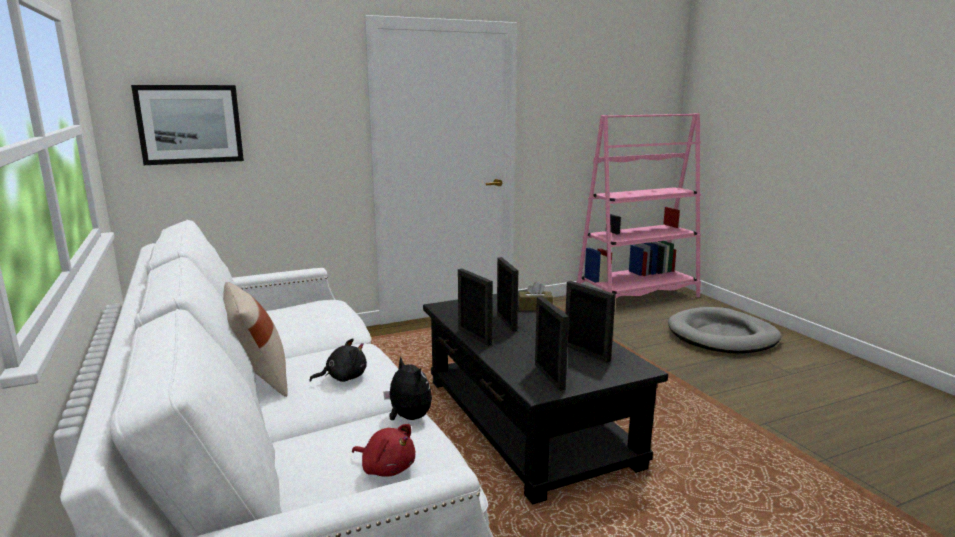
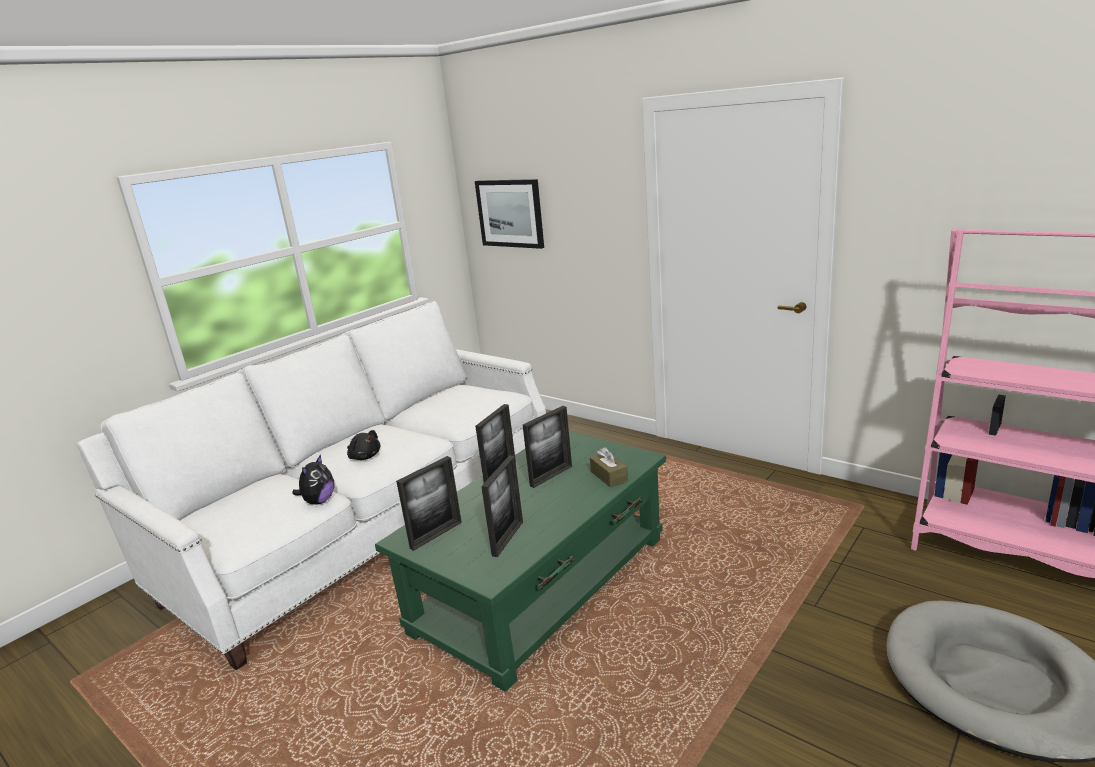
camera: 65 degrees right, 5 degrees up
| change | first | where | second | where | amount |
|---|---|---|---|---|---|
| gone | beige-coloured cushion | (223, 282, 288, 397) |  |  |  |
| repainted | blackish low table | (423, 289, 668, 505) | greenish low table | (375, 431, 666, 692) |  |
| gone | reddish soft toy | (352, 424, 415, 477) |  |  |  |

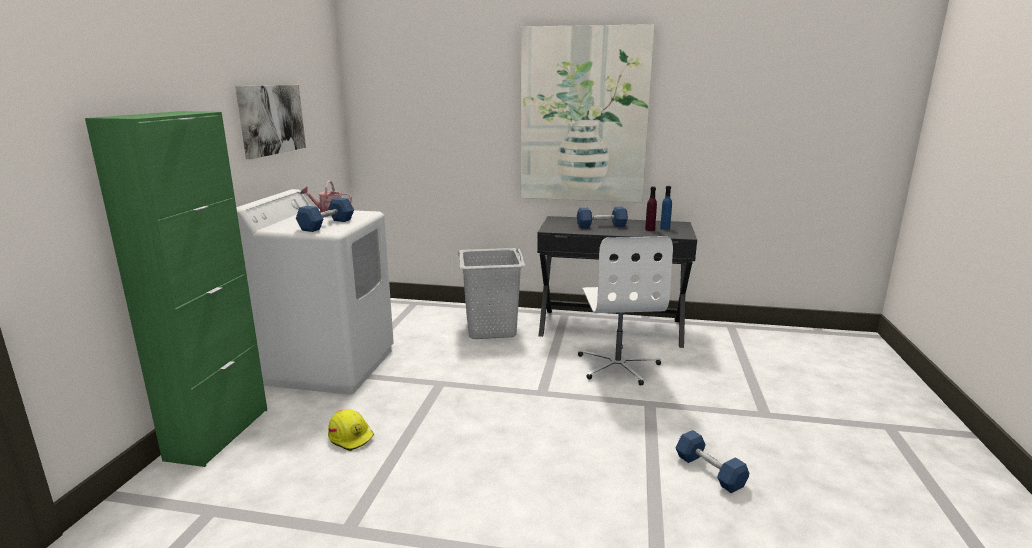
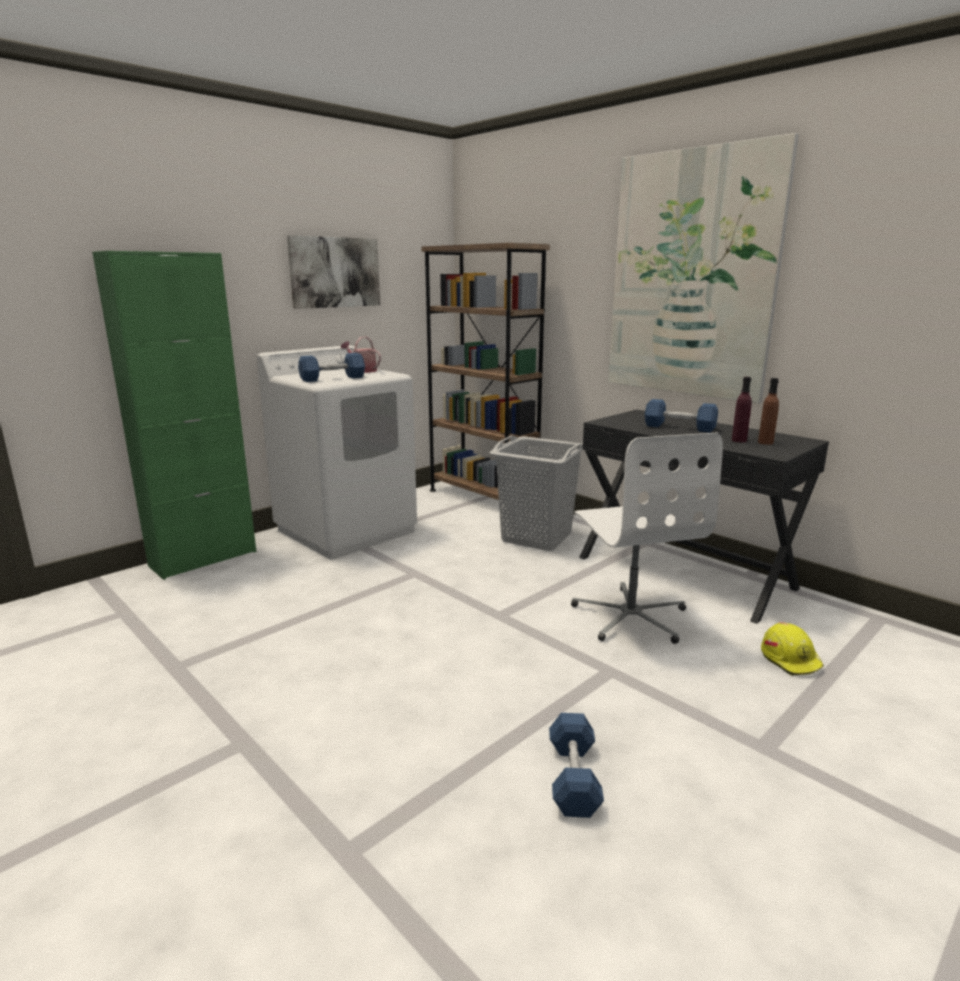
camera: 35 degrees right, 0 degrees up
| change | first | where | second | where | amount |
|---|---|---|---|---|---|
| repainted | blue drink bottle | (660, 186, 672, 230) | brown drink bottle | (758, 378, 779, 445) |  |
| rotated | whitish office chair | (578, 236, 673, 386) |  | (571, 433, 723, 644) | 45 degrees counterclockwise |
| shifted | yellow hard hat | (328, 409, 374, 451) |  | (761, 622, 824, 676) |  |
| new |  |  | brown bookshelf | (422, 243, 550, 500) |  |

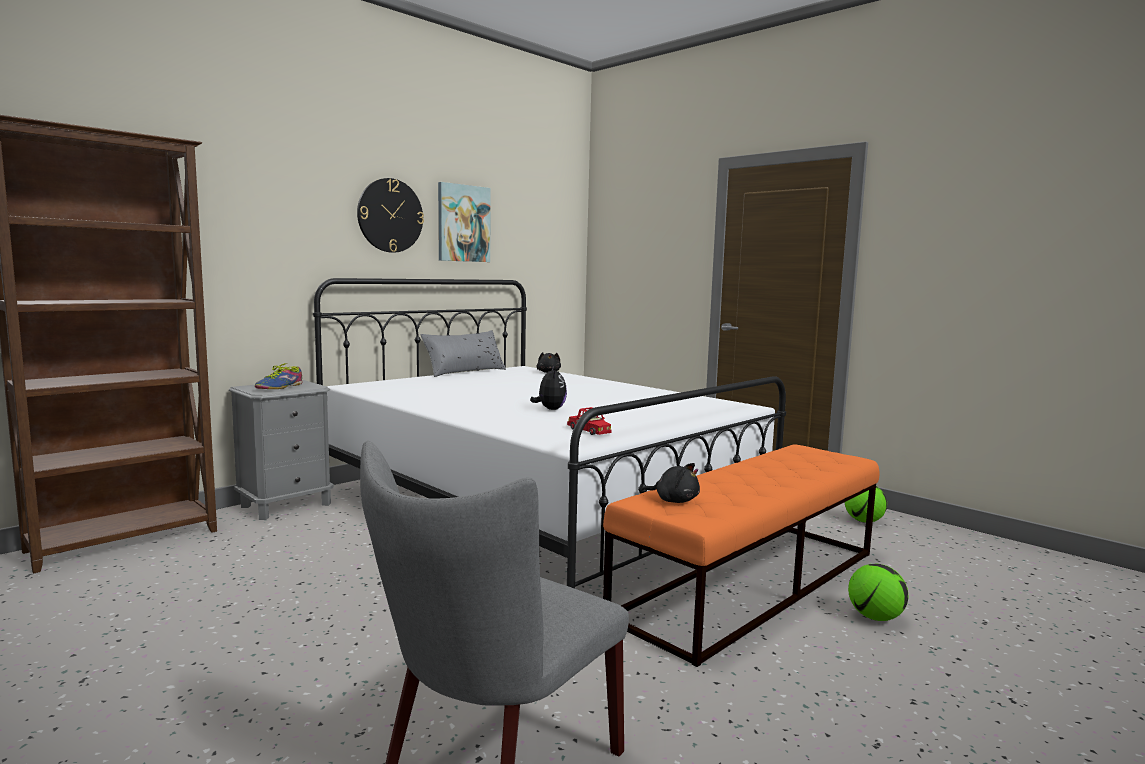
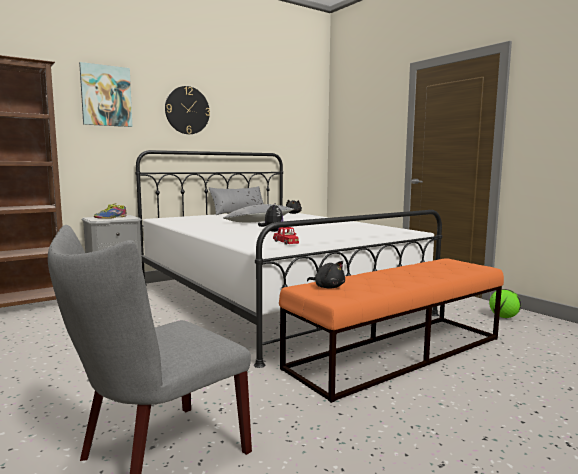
camera: 10 degrees right, 0 degrees up
| change | first | where | second | where | amount |
|---|---|---|---|---|---|
| shifted | wall picture | (438, 182, 491, 262) |  | (79, 62, 133, 127) |  |
| gone | ball for football | (848, 564, 909, 621) |  |  |  |
| new |  |  | gray cushion | (223, 204, 294, 223) |  |

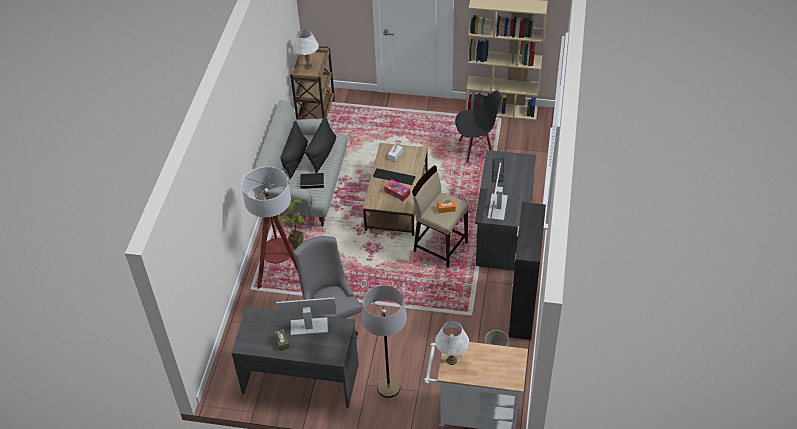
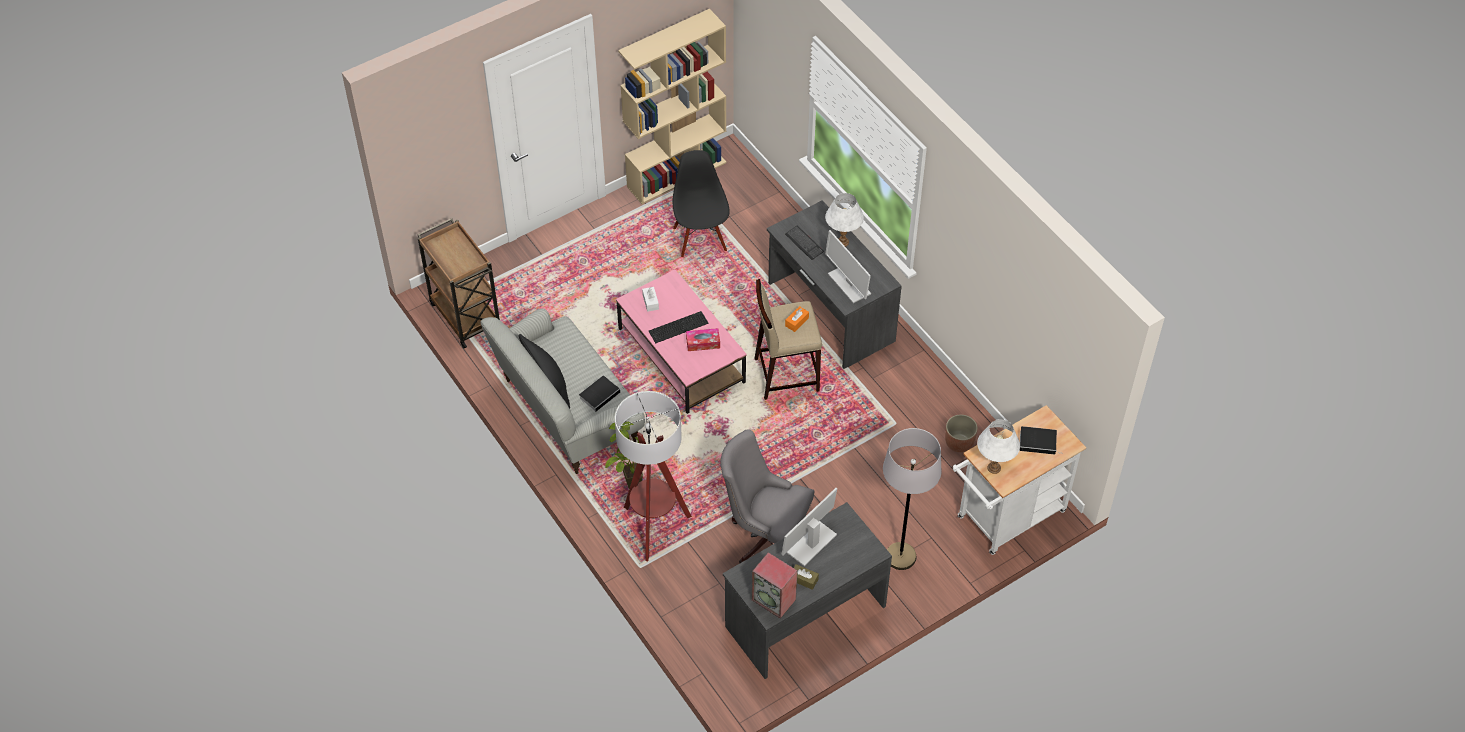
camera: 45 degrees left, 5 degrees up
| change | first | where | second | where | amount |
|---|---|---|---|---|---|
| shifted | whitish tabletop lamp | (293, 29, 319, 69) |  | (825, 193, 864, 247) |  |
| rotated | blackish chair | (455, 91, 502, 163) |  | (673, 150, 730, 257) | 45 degrees counterclockwise |
| gone | blackish cushion | (305, 116, 336, 173) |  |  |  |
| repainted | brown low table | (363, 143, 428, 236) | pink low table | (616, 270, 747, 414) |  |
| gone | blackish cabinet | (509, 202, 546, 340) |  |  |  |
| new |  |  | volume | (1019, 426, 1062, 455) |  |
| new |  |  | loudspeaker | (752, 552, 798, 619) |  |

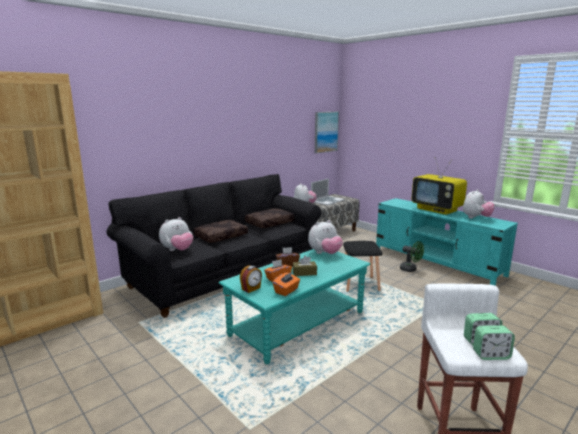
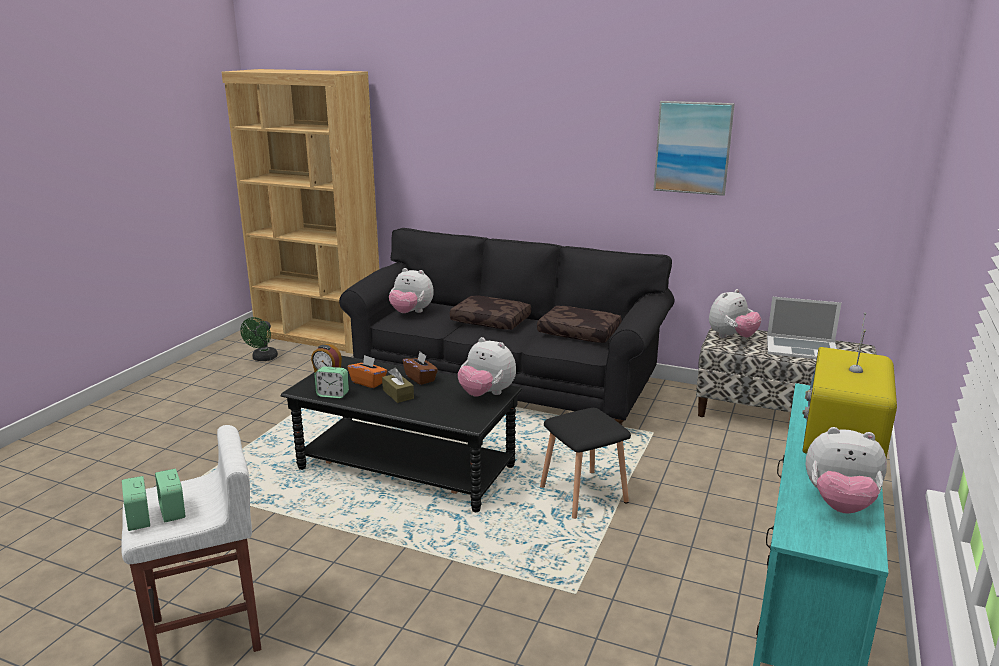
camera: 65 degrees right, 5 degrees up
| change | first | where | second | where | amount |
|---|---|---|---|---|---|
| shifted | wall picture | (315, 112, 339, 153) |  | (654, 101, 735, 196) |  |
| shifted | greenish fan | (400, 241, 424, 272) |  | (241, 317, 278, 361) |  |
| repainted | turquoise-coloured low table | (219, 249, 370, 364) | blackish low table | (281, 356, 522, 512) |  |
| swapped | orange-coloured tissue box | (273, 272, 300, 296) | bedside clock | (314, 366, 349, 398) |  |

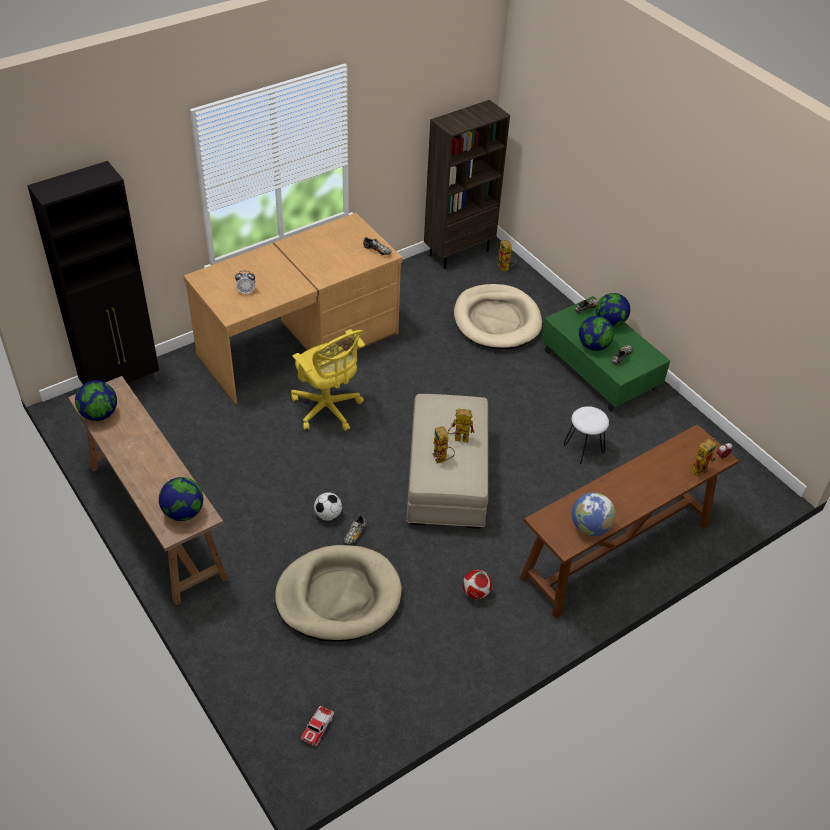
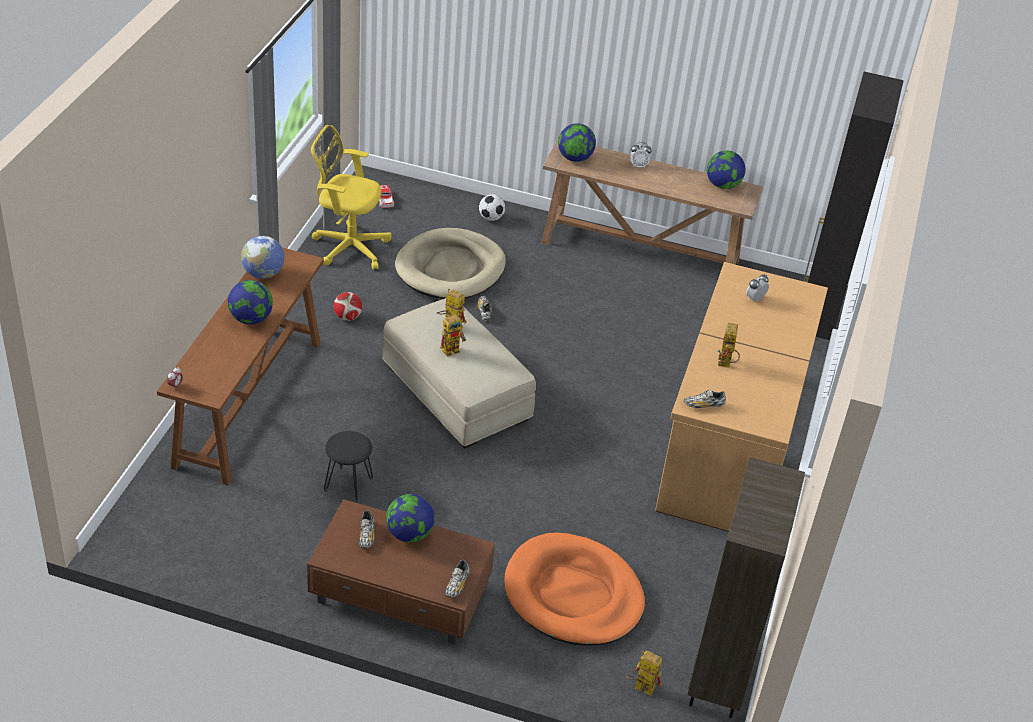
camera: 140 degrees right, 5 degrees down
| change | first | where | second | where | amount |
|---|---|---|---|---|---|
| repainted | beige-coloured dog cushion | (454, 284, 542, 349) | orange-coloured dog cushion | (505, 533, 645, 646) |  |
| shifted | desk globe | (596, 293, 630, 327) |  | (228, 280, 273, 325) |  |
| repainted | greenish low table | (541, 296, 670, 412) | brown low table | (307, 499, 495, 644) |  |
| shifted | yellow office chair | (291, 329, 365, 431) |  | (311, 125, 391, 270) |  |
| repainted | whitish stool seat | (564, 406, 609, 464) | blackish stool seat | (324, 431, 373, 503) |  |
| shifted | model robot | (691, 438, 717, 478) |  | (718, 323, 740, 368) |  |
| shifted | ball for football | (314, 492, 342, 521) |  | (479, 194, 505, 221) |  |
| new |  |  | bedside clock | (630, 142, 652, 168) |  |

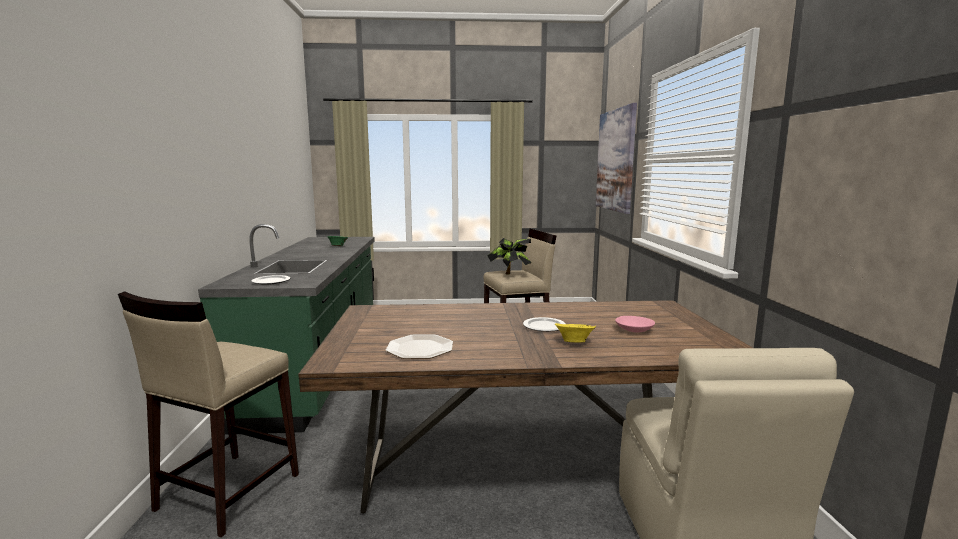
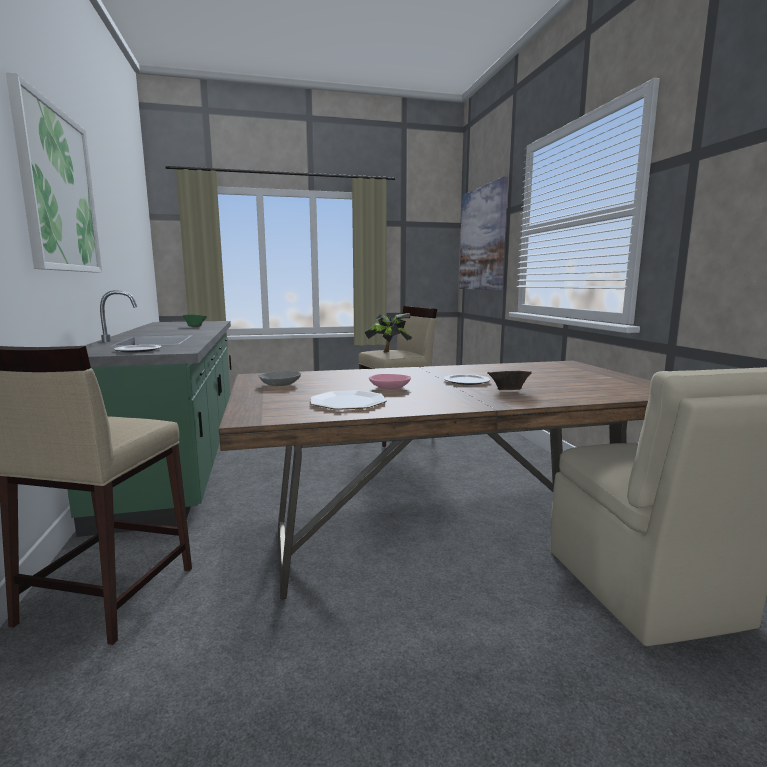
camera: 10 degrees left, 0 degrees up
| change | first | where | second | where | amount |
|---|---|---|---|---|---|
| shifted | pink serving bowl | (615, 316, 655, 332) |  | (369, 374, 411, 390) |  |
| repainted | yellow serving bowl | (555, 323, 596, 343) | brown serving bowl | (487, 371, 532, 390) |  |
| new |  |  | wall picture | (6, 72, 102, 273) |  |
| new |  |  | gray serving bowl | (259, 371, 301, 386) |  |

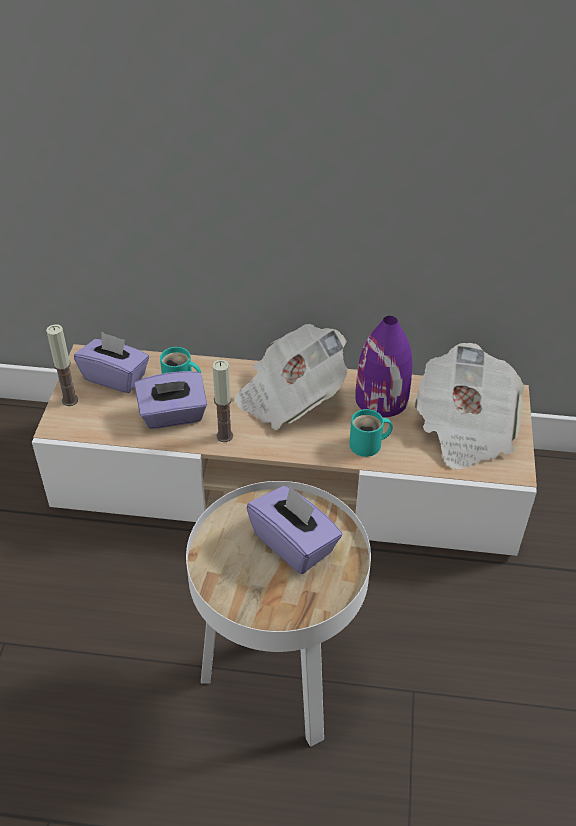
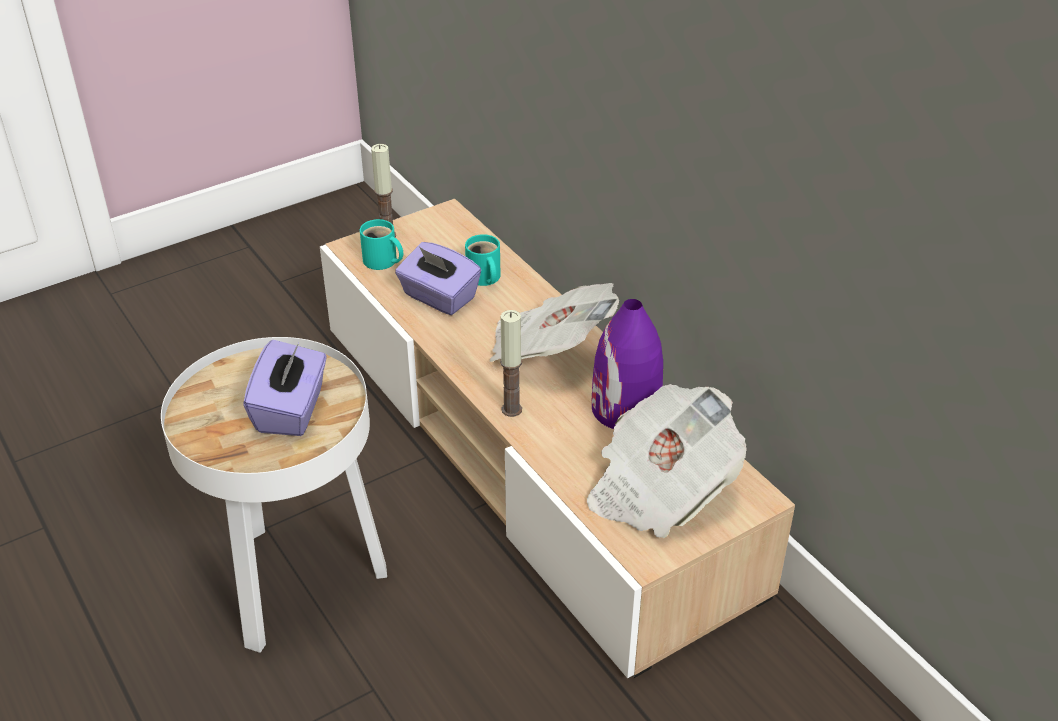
camera: 50 degrees right, 5 degrees down
| change | first | where | second | where | amount |
|---|---|---|---|---|---|
| gone | purplish tissue box | (74, 332, 149, 393) |  |  |  |
| shifted | wax candle | (212, 360, 233, 442) |  | (500, 310, 522, 417) |  |
| shifted | turquoise-coloured tea mug | (349, 409, 393, 457) |  | (360, 219, 403, 270) |  |

